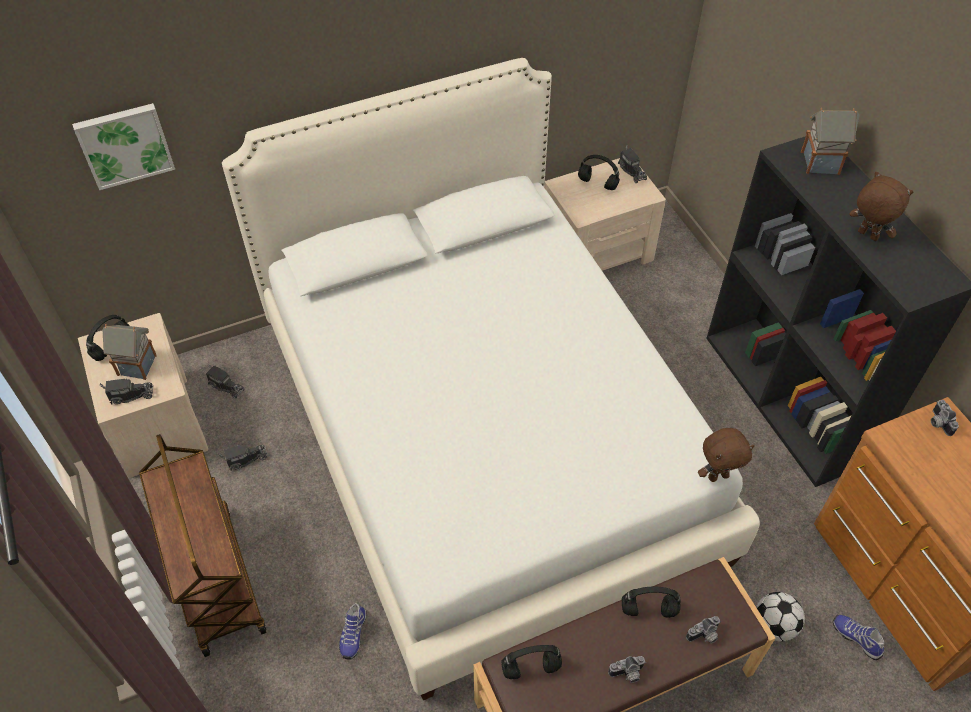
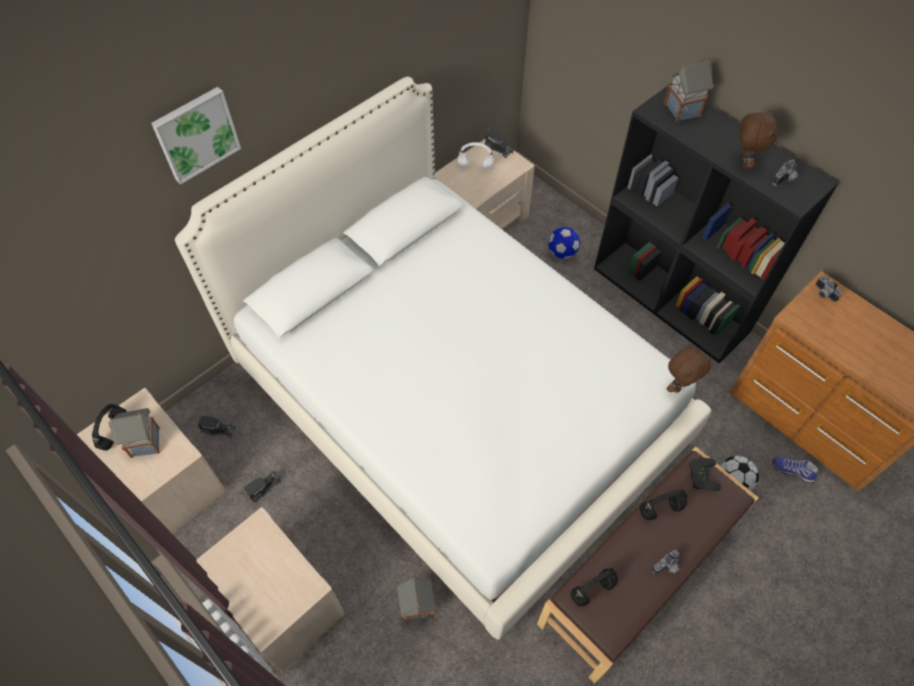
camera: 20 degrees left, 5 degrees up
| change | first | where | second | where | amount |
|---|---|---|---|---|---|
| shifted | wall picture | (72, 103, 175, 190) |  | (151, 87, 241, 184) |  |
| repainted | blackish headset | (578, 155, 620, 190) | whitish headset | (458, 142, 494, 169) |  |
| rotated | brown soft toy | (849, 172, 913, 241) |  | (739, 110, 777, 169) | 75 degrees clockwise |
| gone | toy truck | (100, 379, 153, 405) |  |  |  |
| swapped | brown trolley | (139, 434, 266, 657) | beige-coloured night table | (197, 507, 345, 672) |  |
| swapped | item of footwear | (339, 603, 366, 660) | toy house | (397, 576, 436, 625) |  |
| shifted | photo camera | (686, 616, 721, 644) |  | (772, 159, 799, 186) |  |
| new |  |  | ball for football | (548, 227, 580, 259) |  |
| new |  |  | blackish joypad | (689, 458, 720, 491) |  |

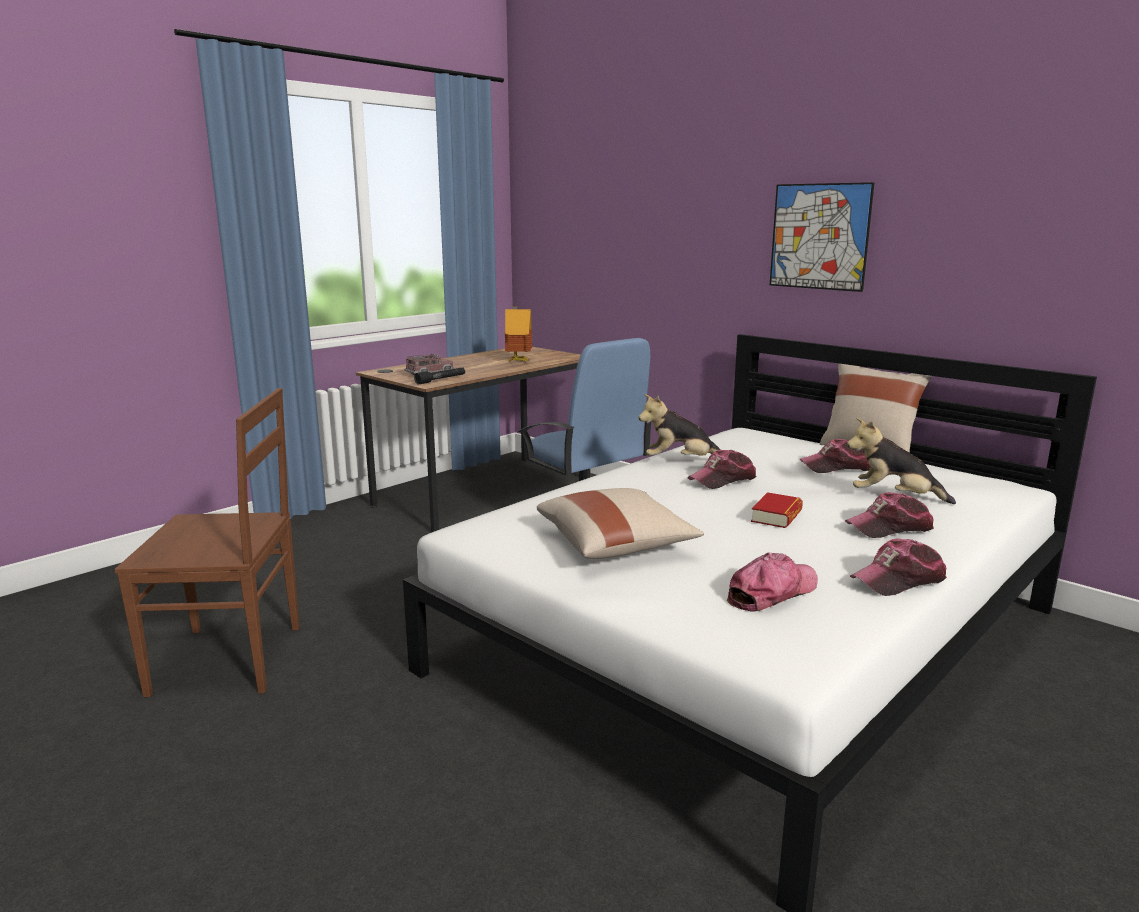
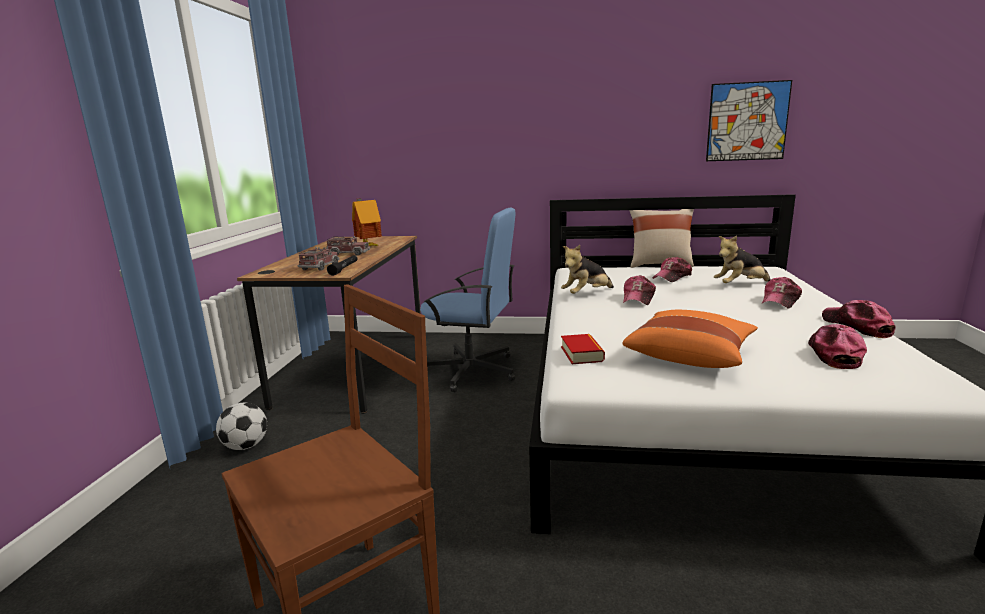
camera: 35 degrees left, 0 degrees up
| change | first | where | second | where | amount |
|---|---|---|---|---|---|
| shifted | wall picture | (770, 182, 875, 292) |  | (706, 80, 792, 161) |  |
| repainted | beige-coloured cushion | (537, 488, 704, 559) | orange-coloured cushion | (622, 310, 758, 368) |  |
| shifted | volume | (751, 492, 803, 528) |  | (561, 334, 605, 364) |  |
| rotated | peaked cap | (850, 538, 947, 596) |  | (822, 300, 896, 338) | 135 degrees clockwise |
| new |  |  | toy truck | (327, 236, 370, 255) |  |
| new |  |  | ball for football | (216, 403, 267, 450) |  |

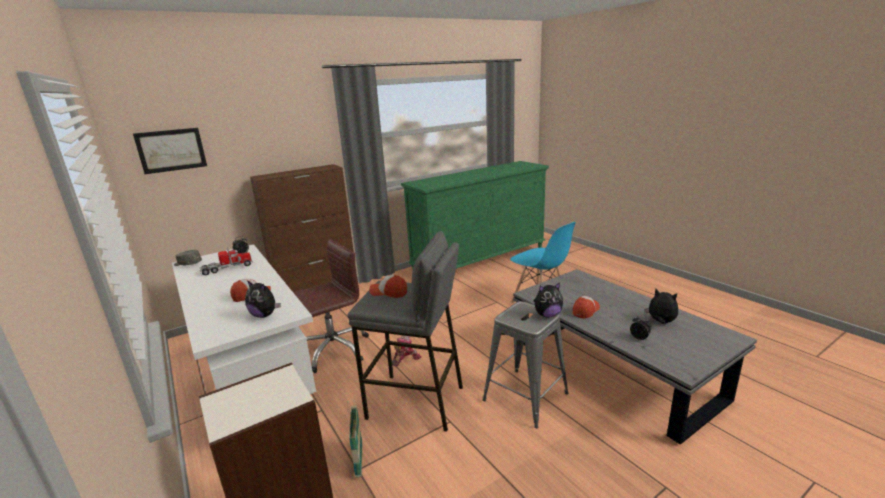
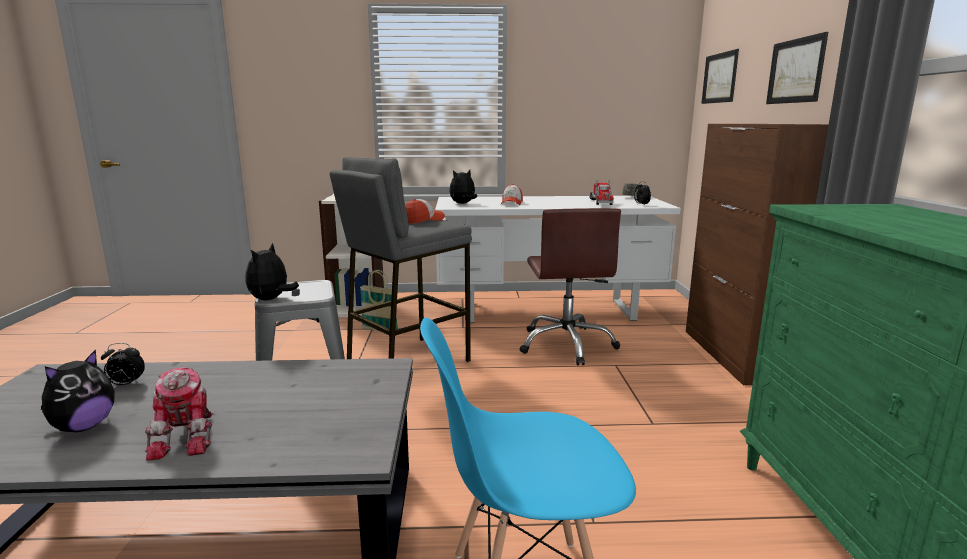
camera: 120 degrees right, 5 degrees down
| change | first | where | second | where | amount |
|---|---|---|---|---|---|
| rotated | soft toy | (644, 289, 678, 324) |  | (41, 349, 115, 432) | 45 degrees counterclockwise |
| gone | peaked cap | (573, 296, 600, 319) |  |  |  |
| shifted | model robot | (392, 336, 421, 366) |  | (145, 367, 213, 461) |  |
| new |  |  | wall picture | (766, 32, 828, 104) |  |

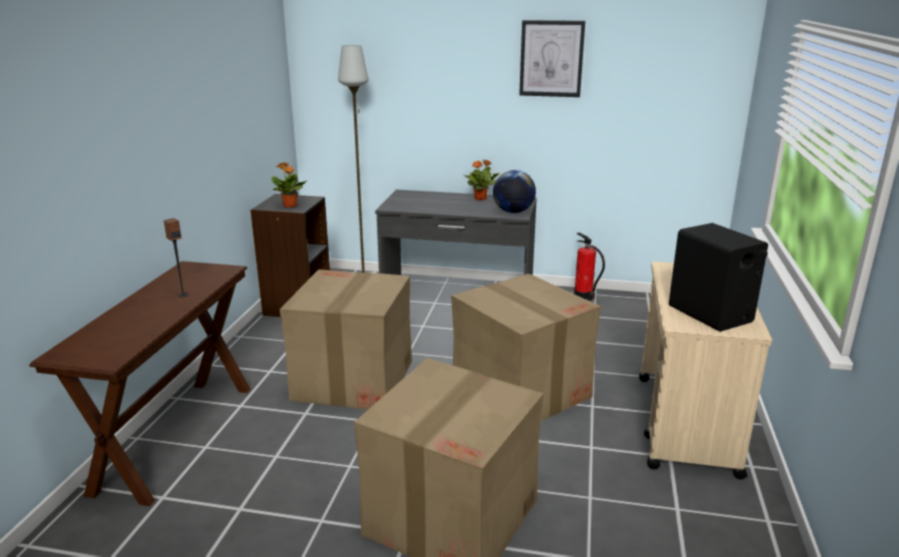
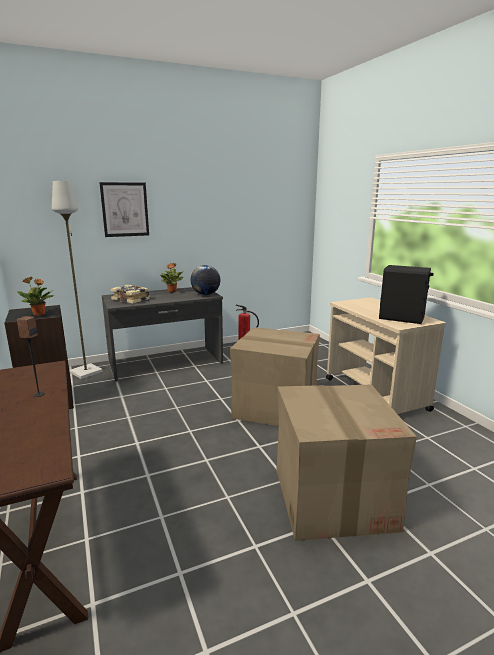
camera: 35 degrees left, 5 degrees down
| change | first | where | second | where | amount |
|---|---|---|---|---|---|
| shifted | wall picture | (519, 20, 585, 97) |  | (99, 182, 149, 237) |  |
| gone | cardboard box | (280, 269, 412, 410) |  |  |  |
| new |  |  | volume | (110, 285, 150, 304) |  |

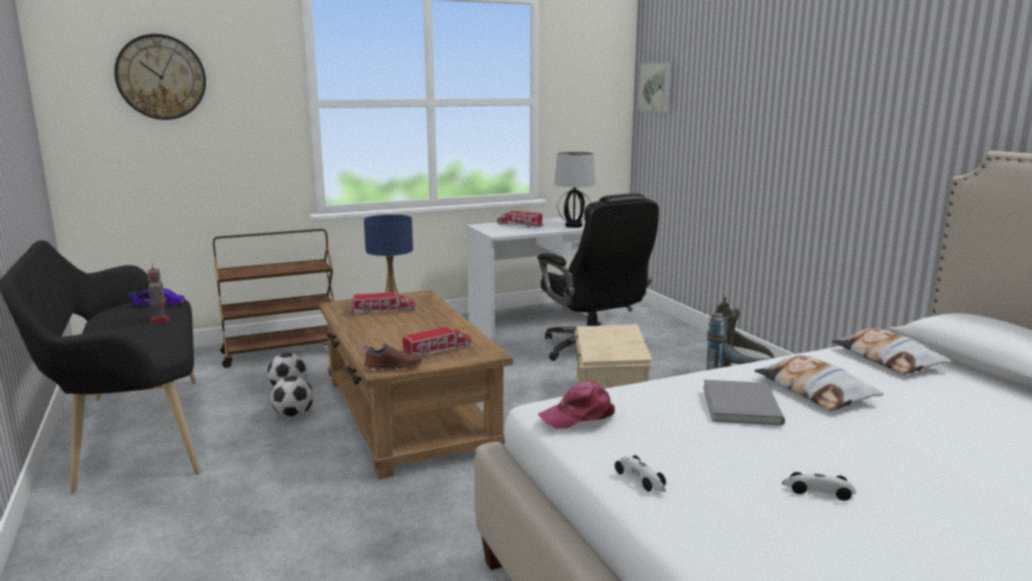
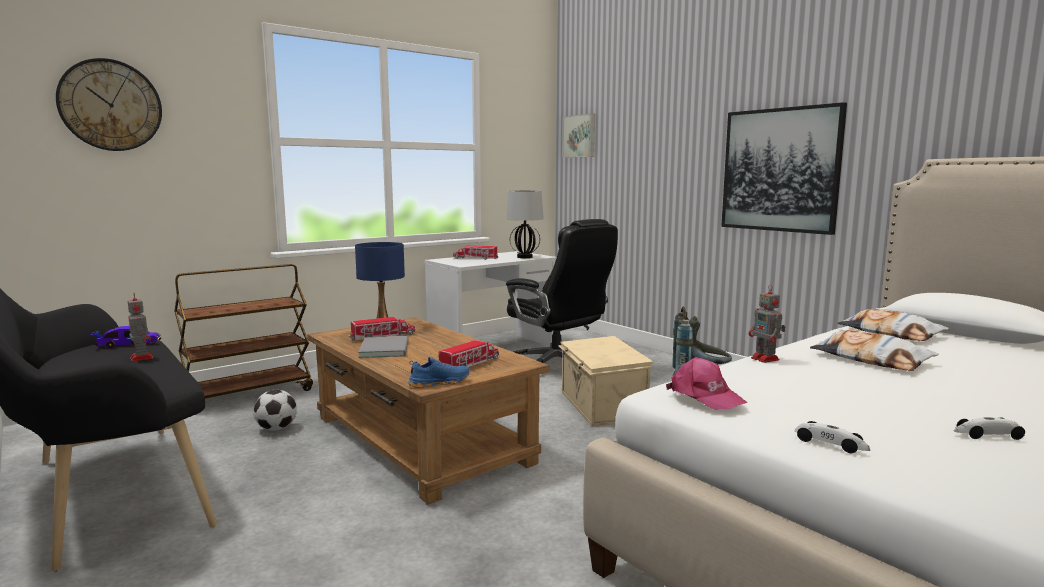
camera: 15 degrees left, 5 degrees down
| change | first | where | second | where | amount |
|---|---|---|---|---|---|
| repainted | brown item of footwear | (363, 343, 423, 372) | blue item of footwear | (408, 357, 469, 388) |  |
| gone | ball for football | (270, 376, 313, 417) |  |  |  |
| shifted | gray volume | (703, 380, 785, 425) |  | (358, 336, 409, 358) |  |
| rotated | pink peaked cap | (538, 381, 615, 429) |  | (666, 357, 748, 410) | 90 degrees counterclockwise |
| new |  |  | wall picture | (721, 102, 847, 235) |  |
| new |  |  | model robot | (749, 284, 786, 363) |  |

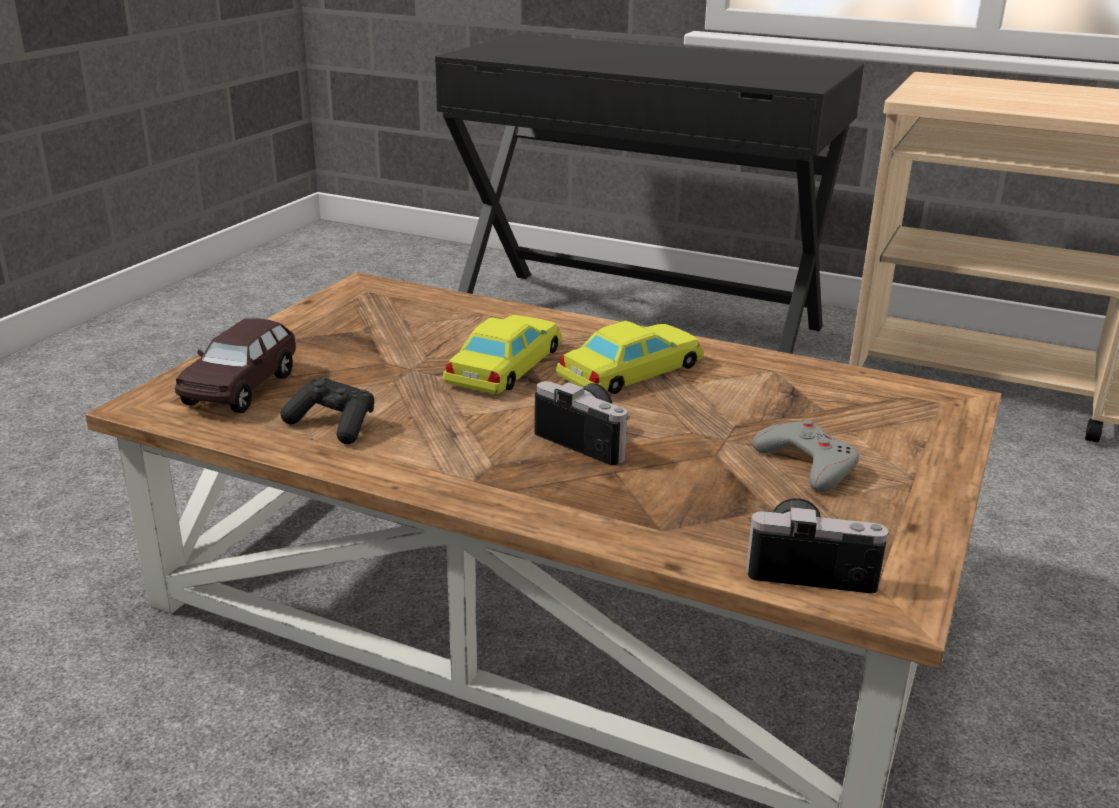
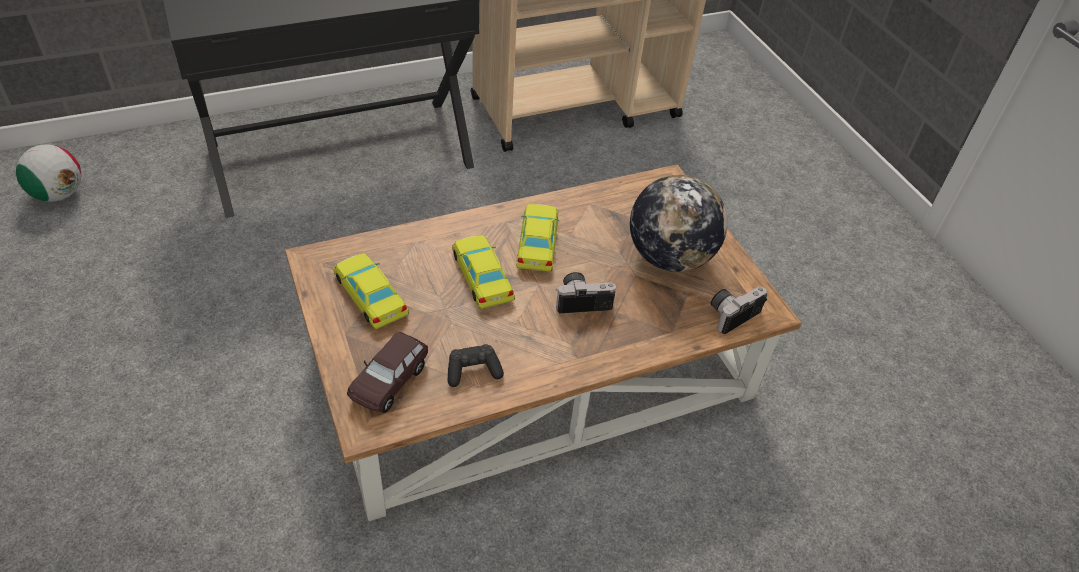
camera: 50 degrees left, 20 degrees up
| change | first | where | second | where | amount |
|---|---|---|---|---|---|
| rotated | brown model car | (175, 318, 296, 413) |  | (347, 332, 428, 413) | 60 degrees clockwise |
| swapped | gray joypad | (752, 420, 859, 492) | desk globe | (630, 175, 728, 272) |  |
| new |  |  | ball for football | (16, 144, 81, 202) |  |
| new |  |  | yellow model car | (334, 253, 409, 329) |  |

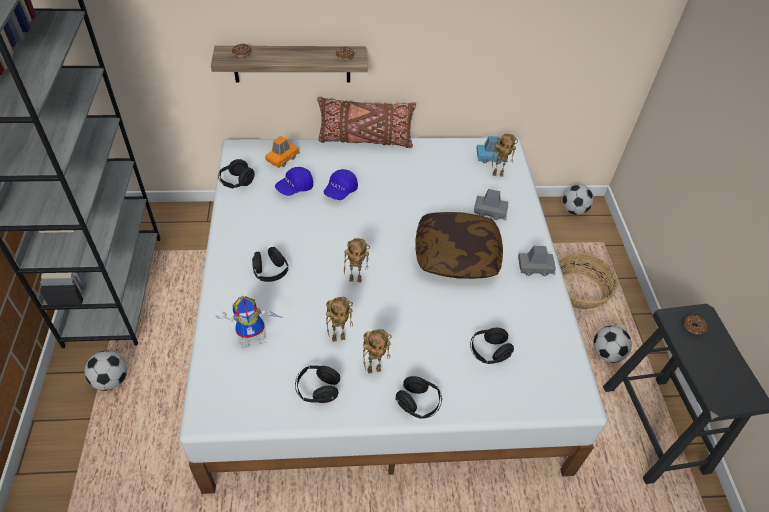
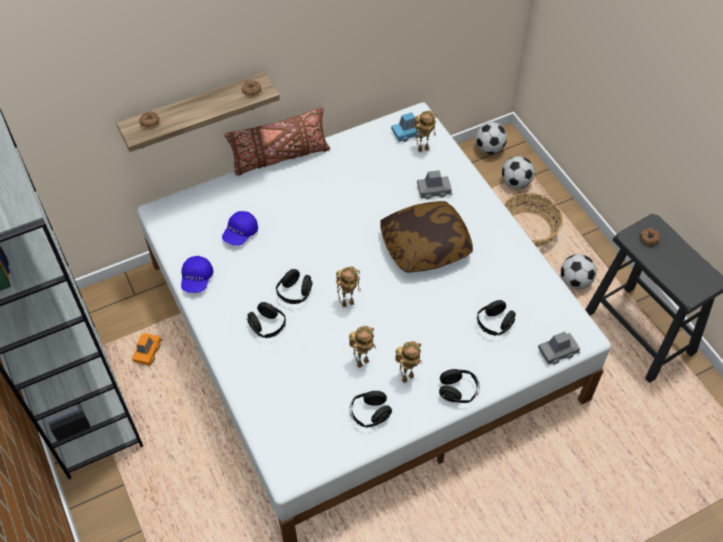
camera: 20 degrees left, 5 degrees up
| change | first | where | second | where | amount |
|---|---|---|---|---|---|
| shifted | orange-coloured model car | (265, 136, 300, 168) |  | (132, 333, 162, 365) |  |
| shifted | blackish headset | (218, 159, 255, 188) |  | (276, 269, 313, 304) |  |
| shifted | blue peaked cap | (324, 169, 358, 200) |  | (181, 256, 214, 293) |  |
| shifted | gray model car | (518, 246, 556, 276) |  | (538, 332, 580, 365) |  |
| gone | model robot | (215, 296, 283, 348) |  |  |  |
| shifted | ball for football | (85, 351, 127, 391) |  | (502, 156, 535, 189) |  |

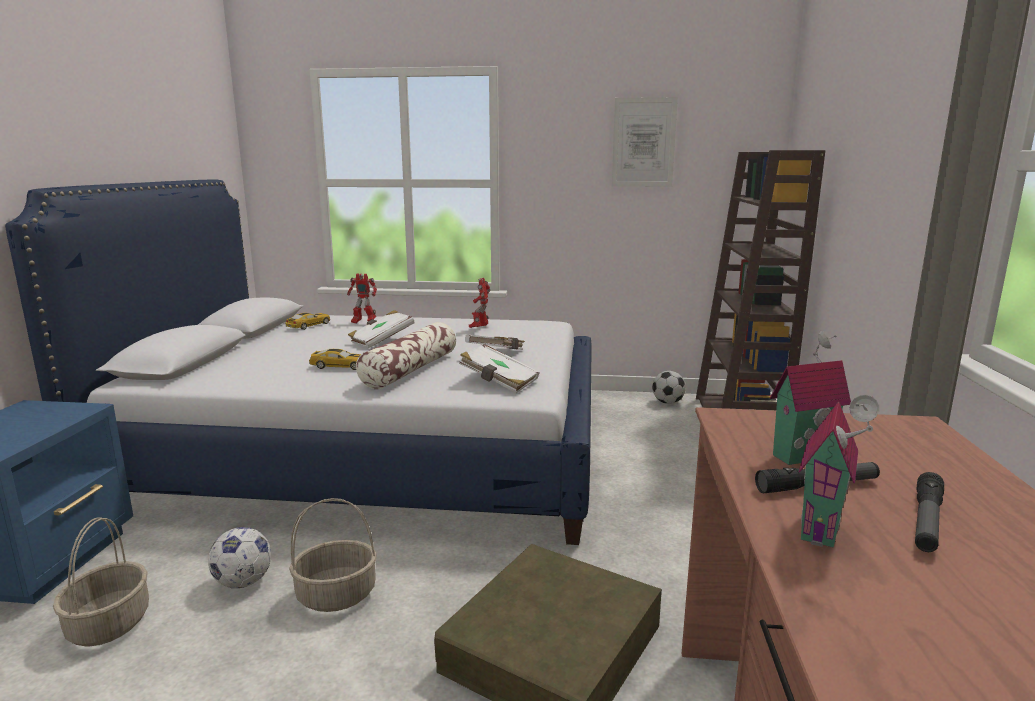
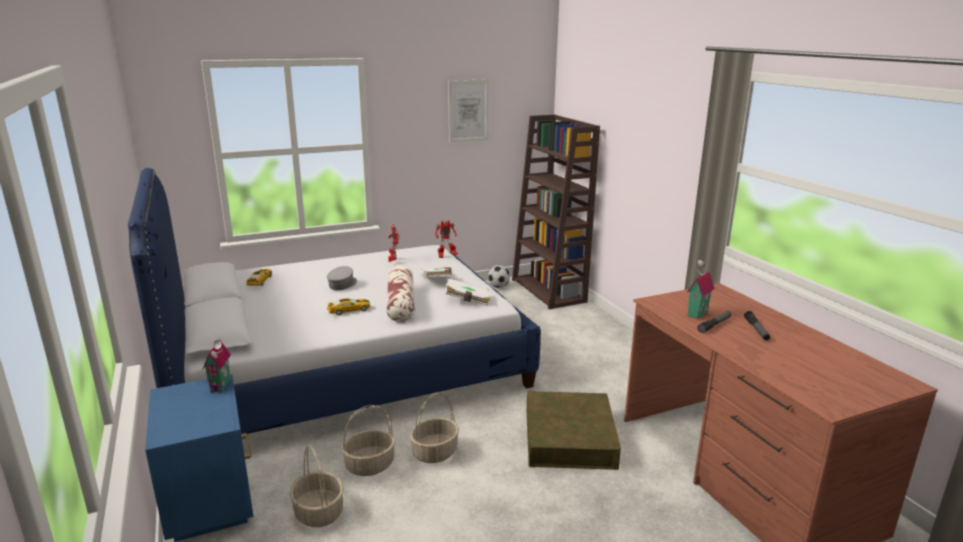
camera: 30 degrees left, 5 degrees up
| change | first | where | second | where | amount |
|---|---|---|---|---|---|
| shifted | model robot | (347, 273, 377, 324) |  | (435, 220, 458, 258) |  |
| swapped | whitish volume | (348, 310, 415, 348) | gray peaked cap | (327, 266, 357, 290) |  |
| shifted | toy house | (799, 395, 879, 548) |  | (202, 339, 231, 393) |  |
| swapped | ball for football | (208, 527, 271, 588) | storage basket | (341, 405, 395, 476) |  |

